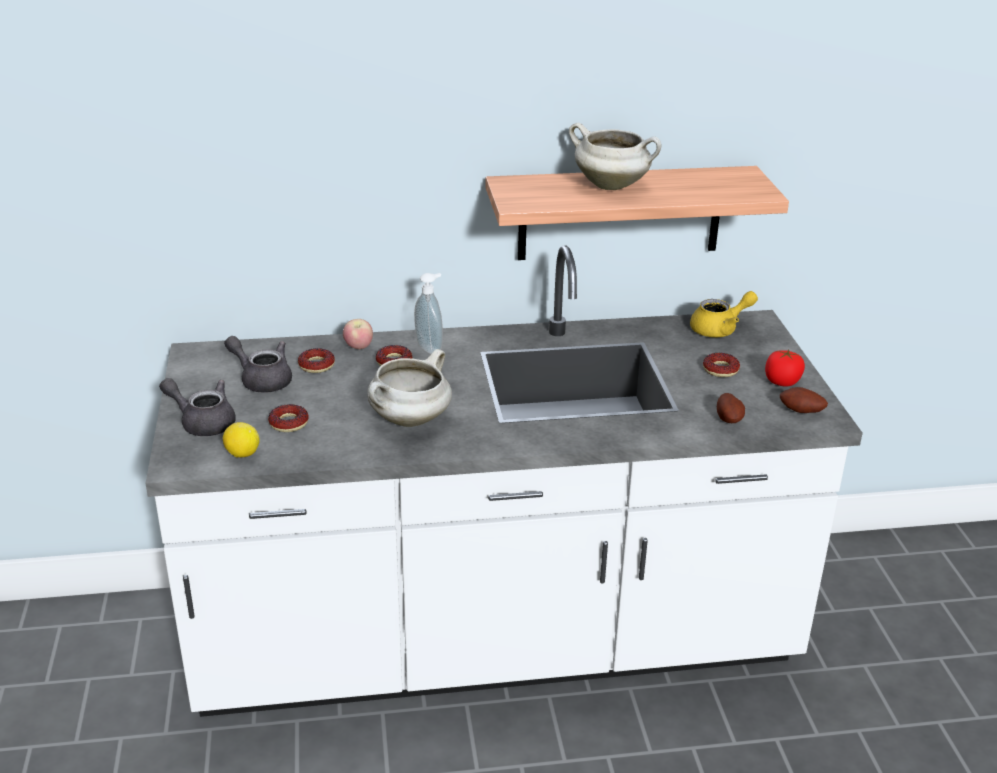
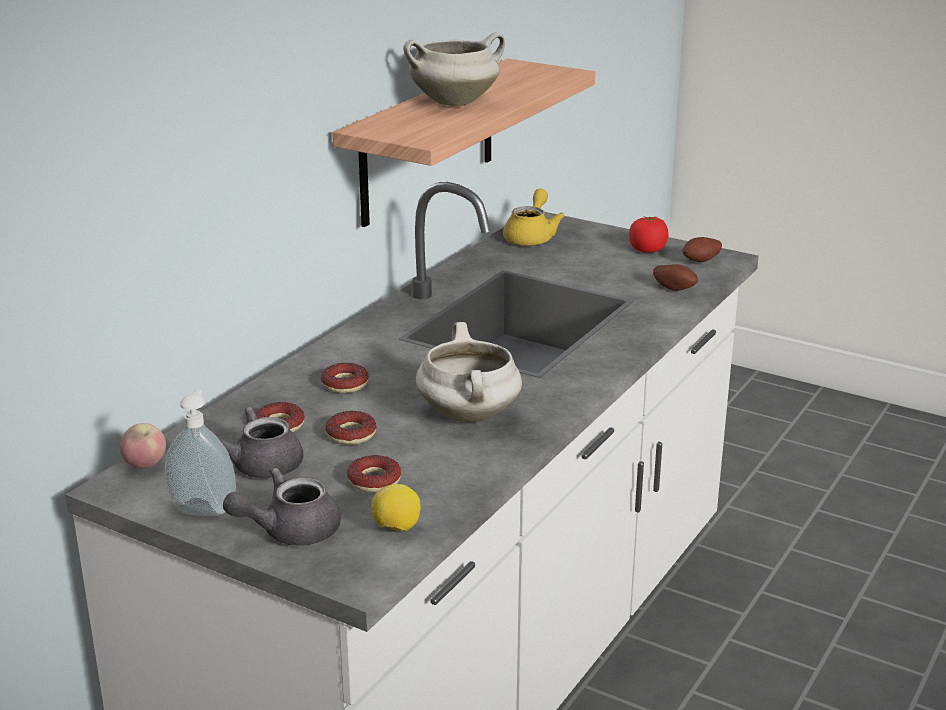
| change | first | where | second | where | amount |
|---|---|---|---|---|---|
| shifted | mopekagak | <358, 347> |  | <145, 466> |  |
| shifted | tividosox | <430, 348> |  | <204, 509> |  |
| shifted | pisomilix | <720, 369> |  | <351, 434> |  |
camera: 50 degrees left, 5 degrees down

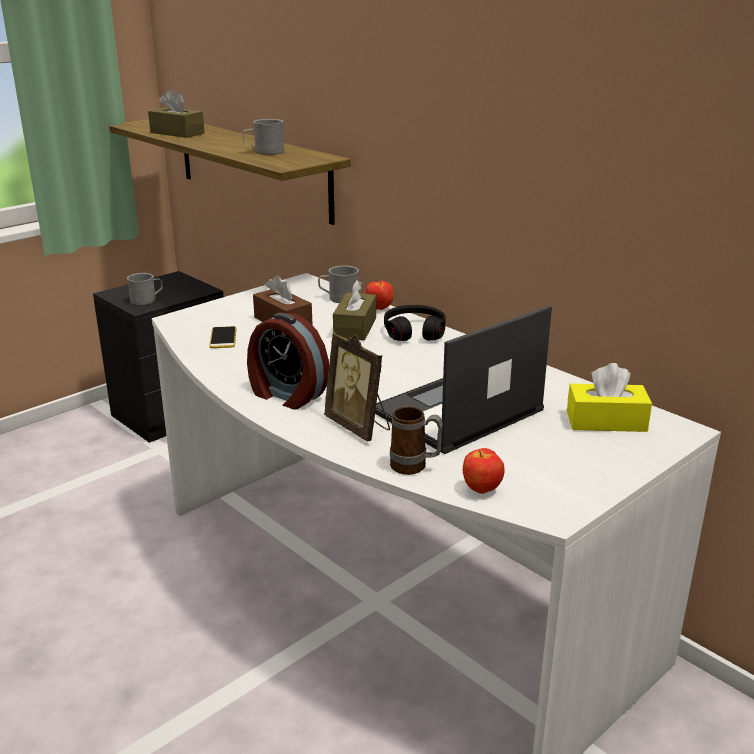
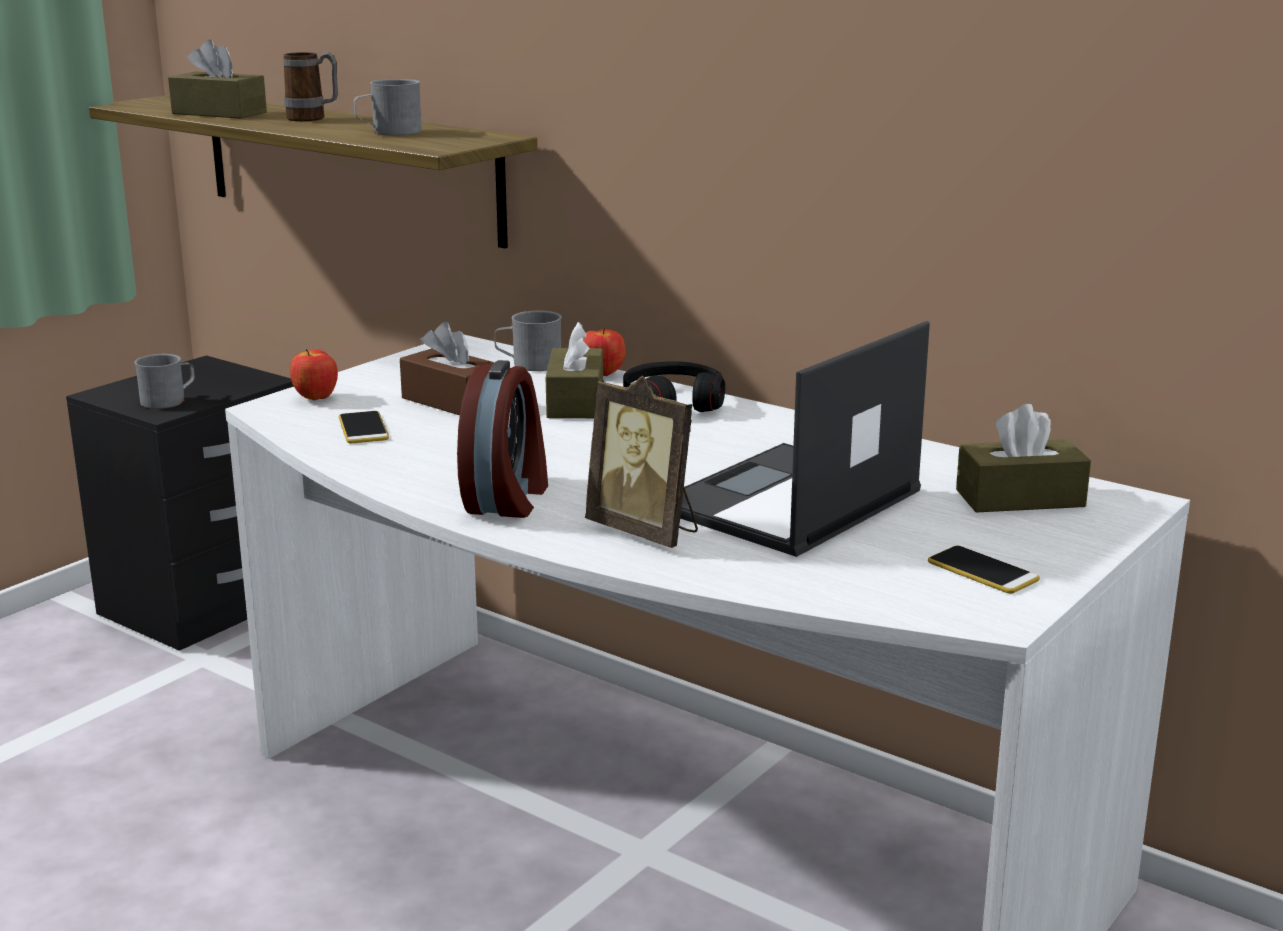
| change | first | where | second | where | amount |
|---|---|---|---|---|---|
| rotated | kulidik | <286, 395> |  | <508, 498> | 105 degrees counterclockwise |
| shifted | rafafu | <415, 467> |  | <313, 119> |  |
| shifted | mopekagak | <482, 490> |  | <316, 398> |  |
| repainted | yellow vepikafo | <606, 421> | brown vepikafo | <1020, 498> |  |
| new |  |  | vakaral | <982, 571> |  |
camera: 10 degrees left, 5 degrees down

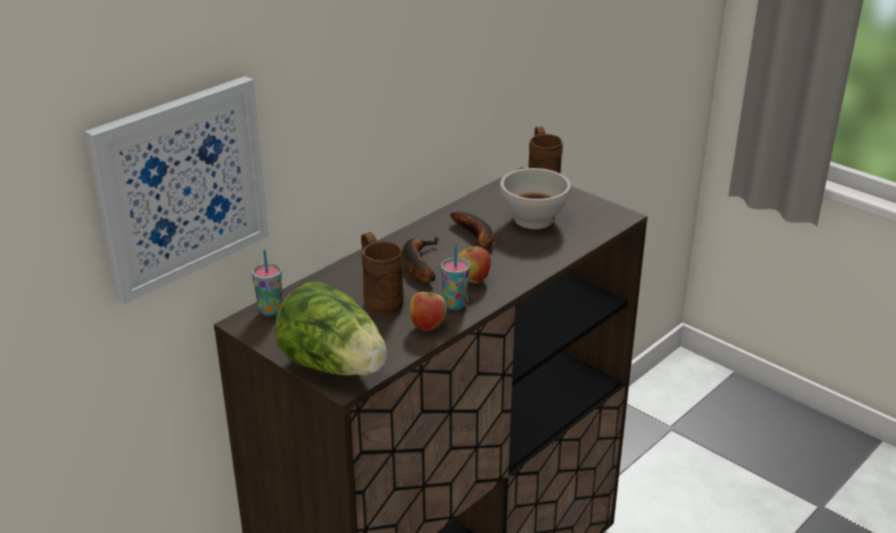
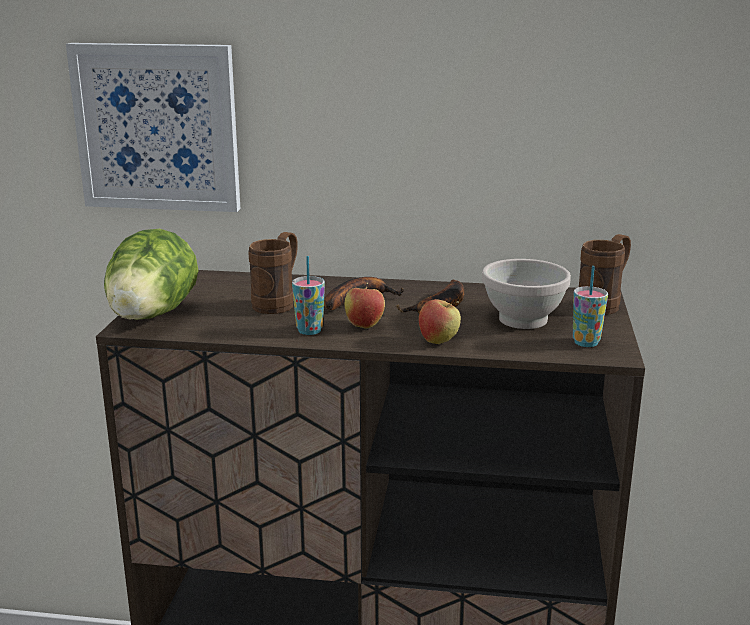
| change | first | where | second | where | amount |
|---|---|---|---|---|---|
| shifted | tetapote | <270, 310> |  | <586, 343> |  |
| shifted | mopekagak | <428, 326> |  | <439, 341> |  |
camera: 55 degrees right, 10 degrees down

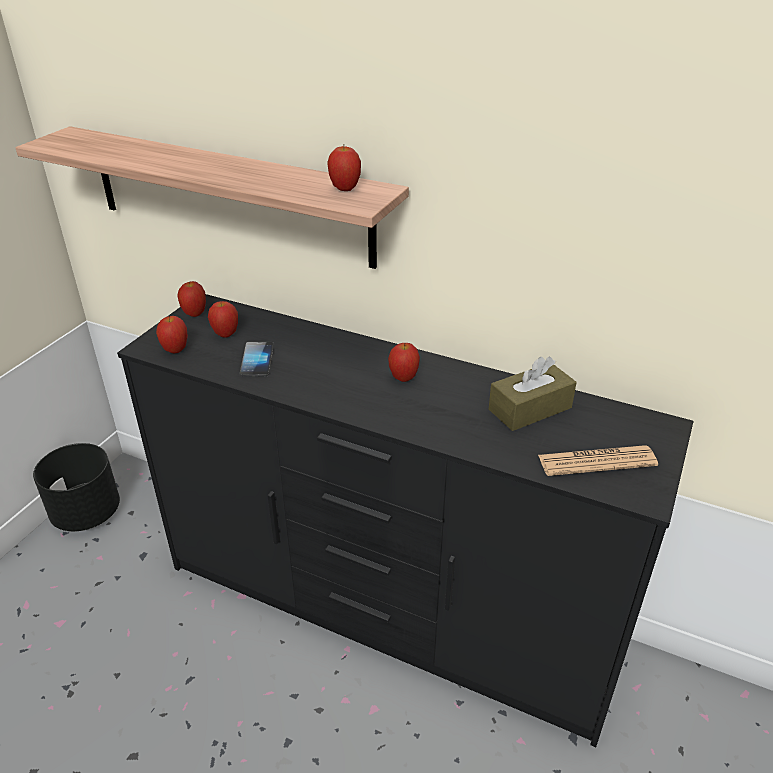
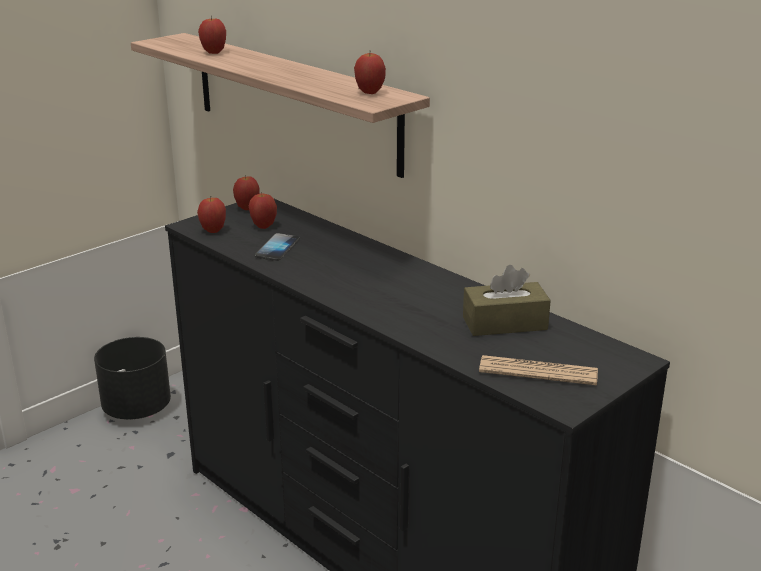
| change | first | where | second | where | amount |
|---|---|---|---|---|---|
| shifted | mopekagak | <403, 378> |  | <214, 52> |  |
camera: 20 degrees right, 10 degrees down

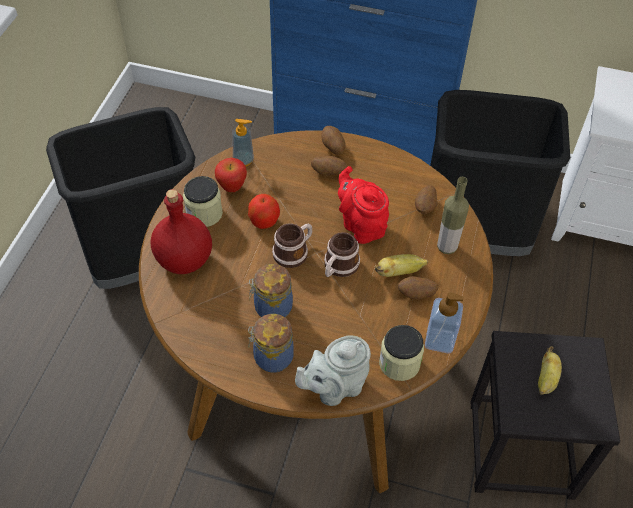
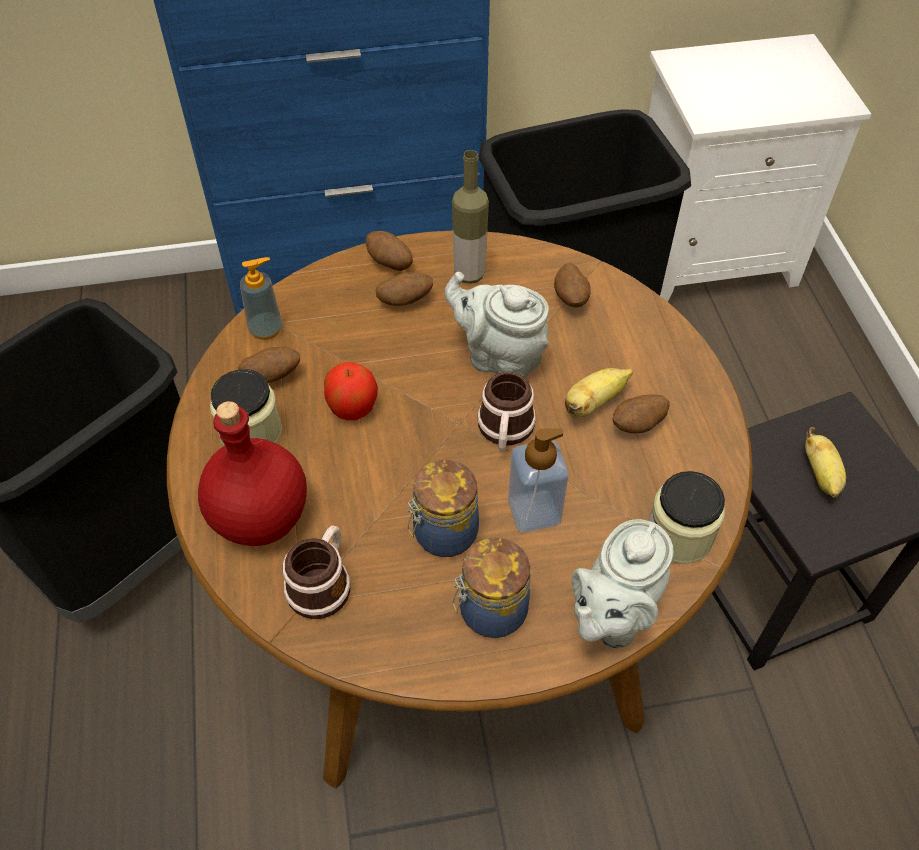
| change | first | where | second | where | amount |
|---|---|---|---|---|---|
| swapped | mopekagak | <232, 188> | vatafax | <272, 376> |  |
| shifted | rafafu | <294, 252> |  | <323, 582> |  |
| repainted | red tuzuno | <361, 225> | grey tuzuno | <499, 358> |  |
| shifted | tividosox | <439, 340> |  | <534, 511> |  |
| shifted | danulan | <447, 247> |  | <469, 274> |  |
camera: 25 degrees left, 0 degrees up

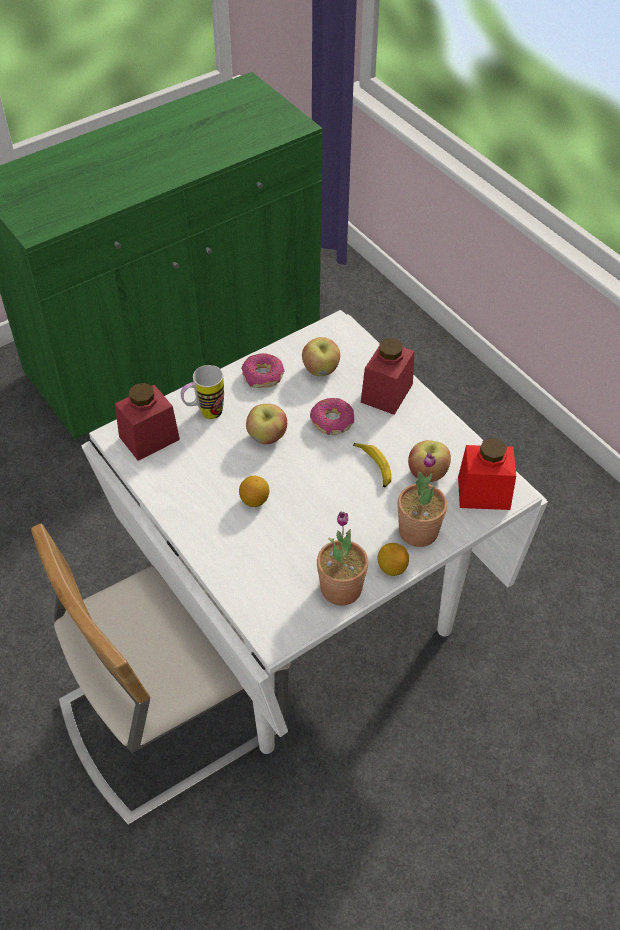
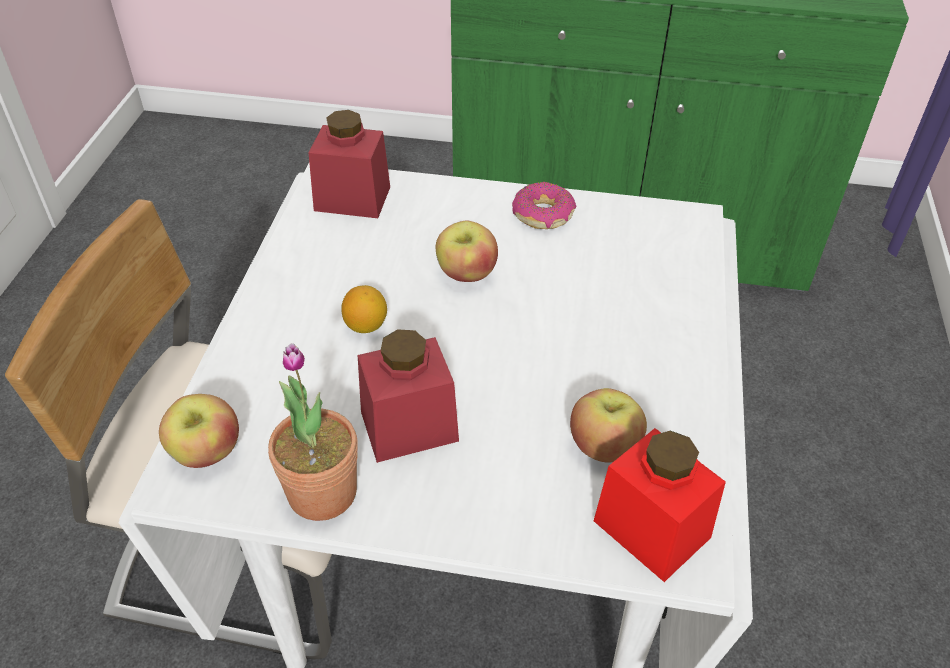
| change | first | where | second | where | amount |
|---|---|---|---|---|---|
| gone | rafafu | <204, 414> |  |  |  |
| shifted | mopekagak | <321, 370> |  | <207, 453> |  |
| gone | pisomilix | <332, 422> |  |  |  |
| gone | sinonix | <373, 467> |  |  |  |
| shifted | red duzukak | <386, 393> |  | <409, 426> |  |
| gone | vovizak | <392, 568> |  |  |  |
| gone | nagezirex | <418, 531> |  |  |  |
camera: 45 degrees right, 5 degrees down

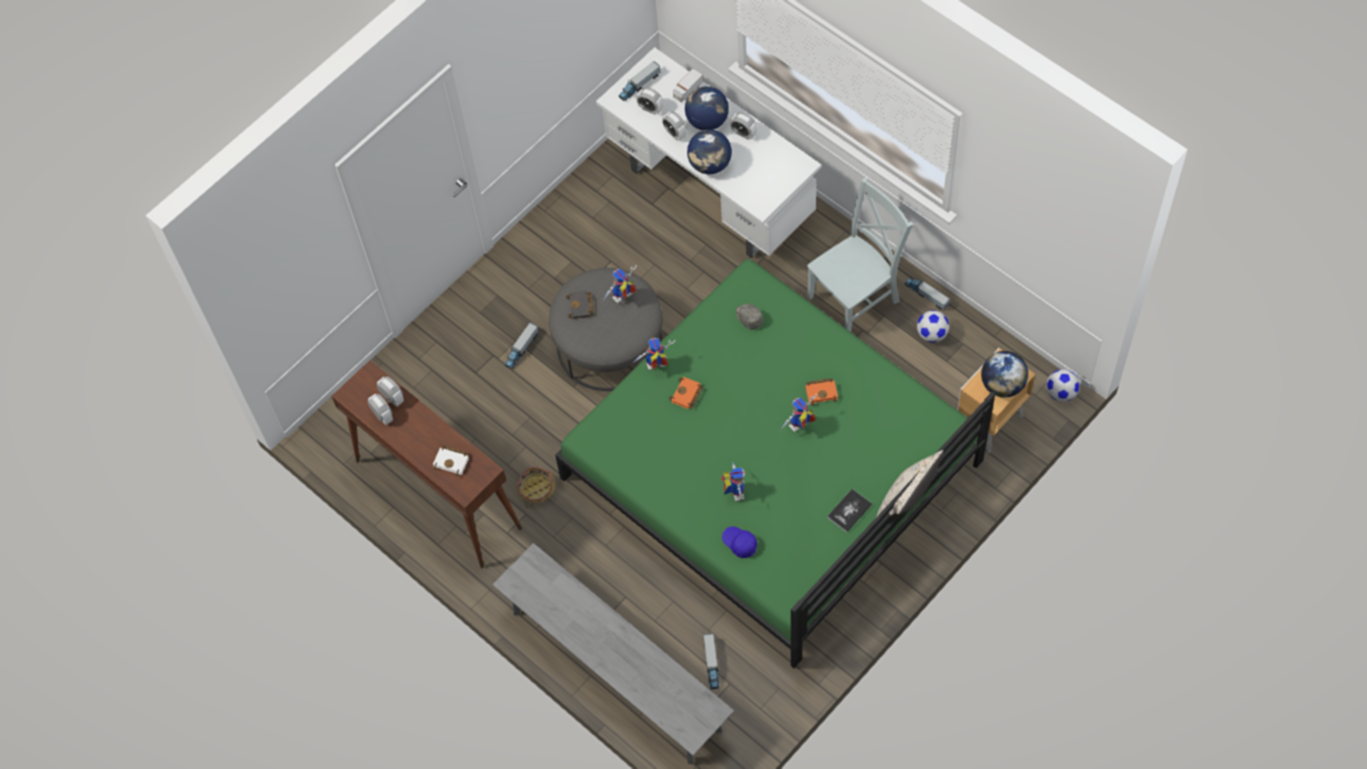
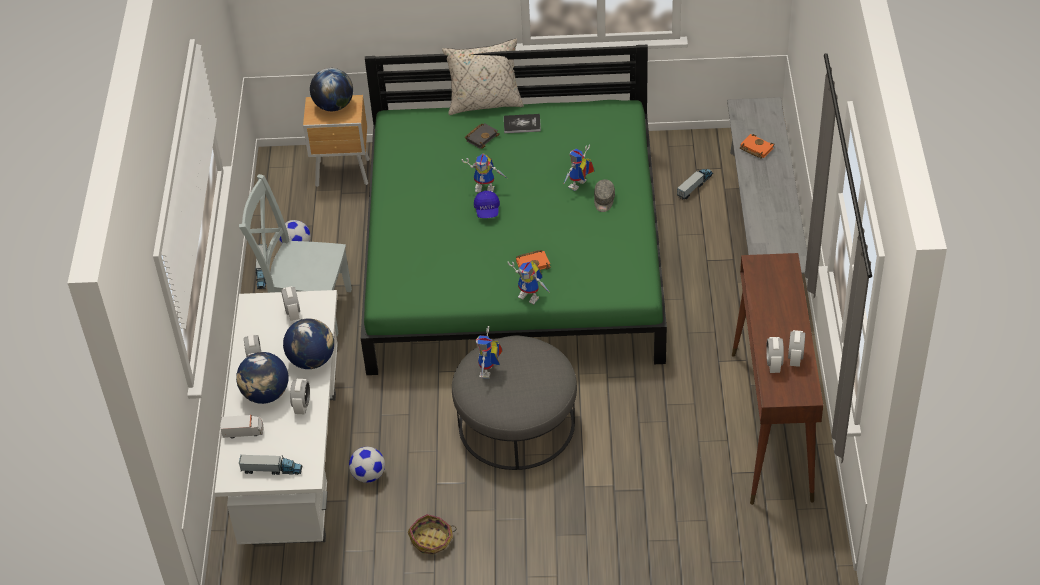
| change | first | where | second | where | amount |
|---|---|---|---|---|---|
| gone | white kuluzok | <452, 461> |  |  |  |
| gone | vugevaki | <521, 349> |  |  |  |
| shifted | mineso | <536, 489> |  | <432, 540> |  |
| shifted | black kuluzok | <581, 307> |  | <482, 137> |  |
| rotated | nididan | <622, 299> |  | <489, 372> | 90 degrees clockwise |
| shifted | kulidik | <650, 109> |  | <293, 313> |  |
| shifted | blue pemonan | <739, 543> |  | <487, 210> |  |
| shifted | grey pemonan | <748, 318> |  | <604, 200> |  |
| shifted | orange kuluzok | <822, 392> |  | <755, 148> |  |
| shifted | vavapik | <1061, 393> |  | <369, 475> |  |
camera: 135 degrees left, 15 degrees down

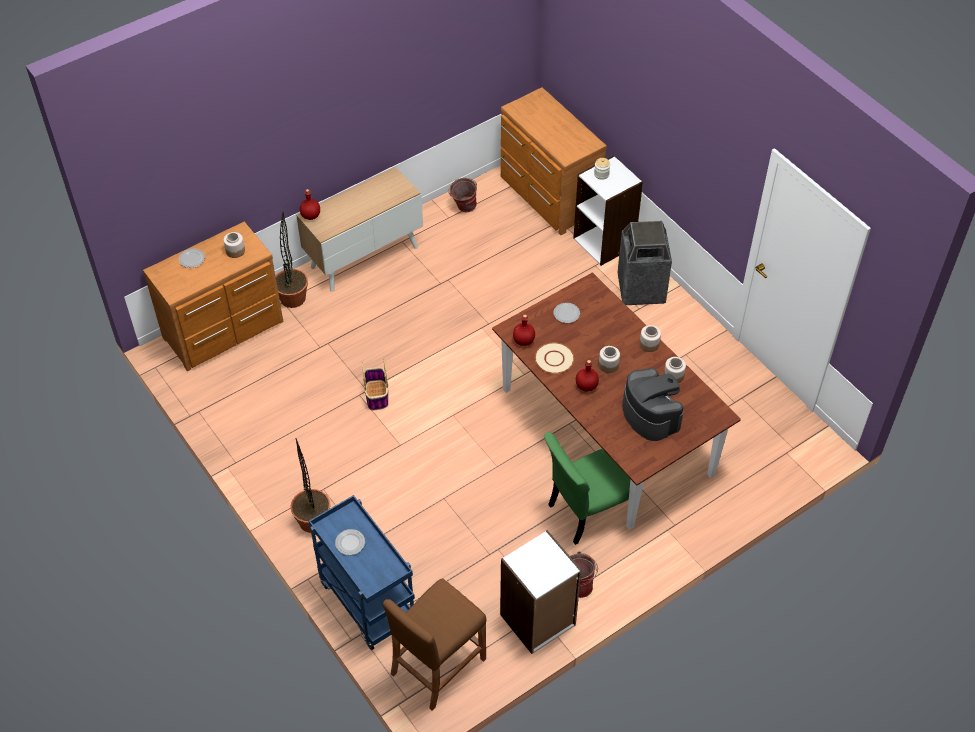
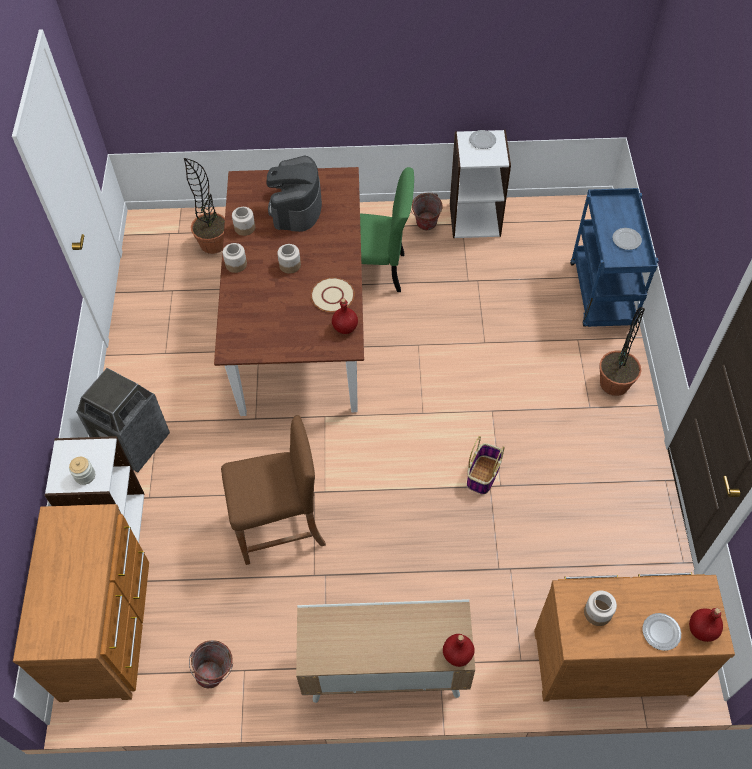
| change | first | where | second | where | amount |
|---|---|---|---|---|---|
| shifted | nagezirex | <293, 298> |  | <213, 243> |  |
| shifted | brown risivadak | <437, 666> |  | <280, 527> |  |
| shifted | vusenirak | <566, 313> |  | <482, 141> |  |
| shifted | red danulan | <586, 386> |  | <702, 629> |  |
camera: 145 degrees left, 5 degrees up

